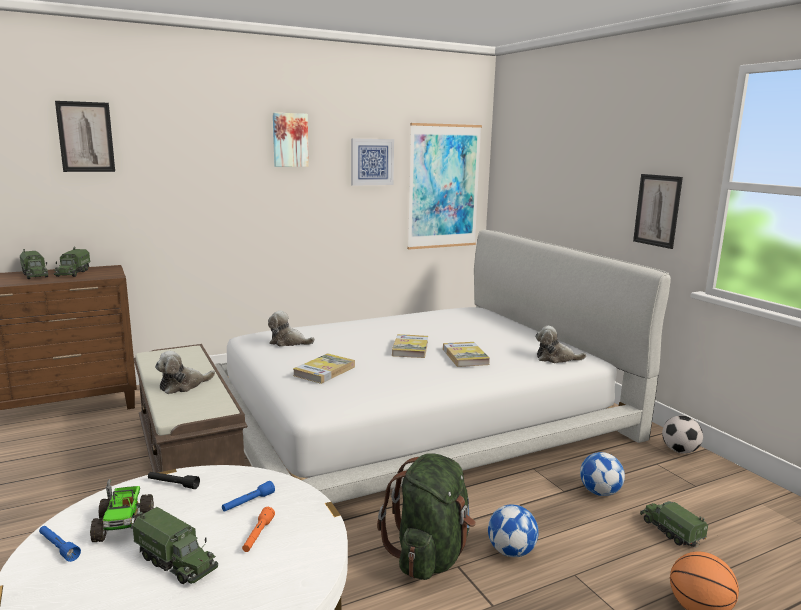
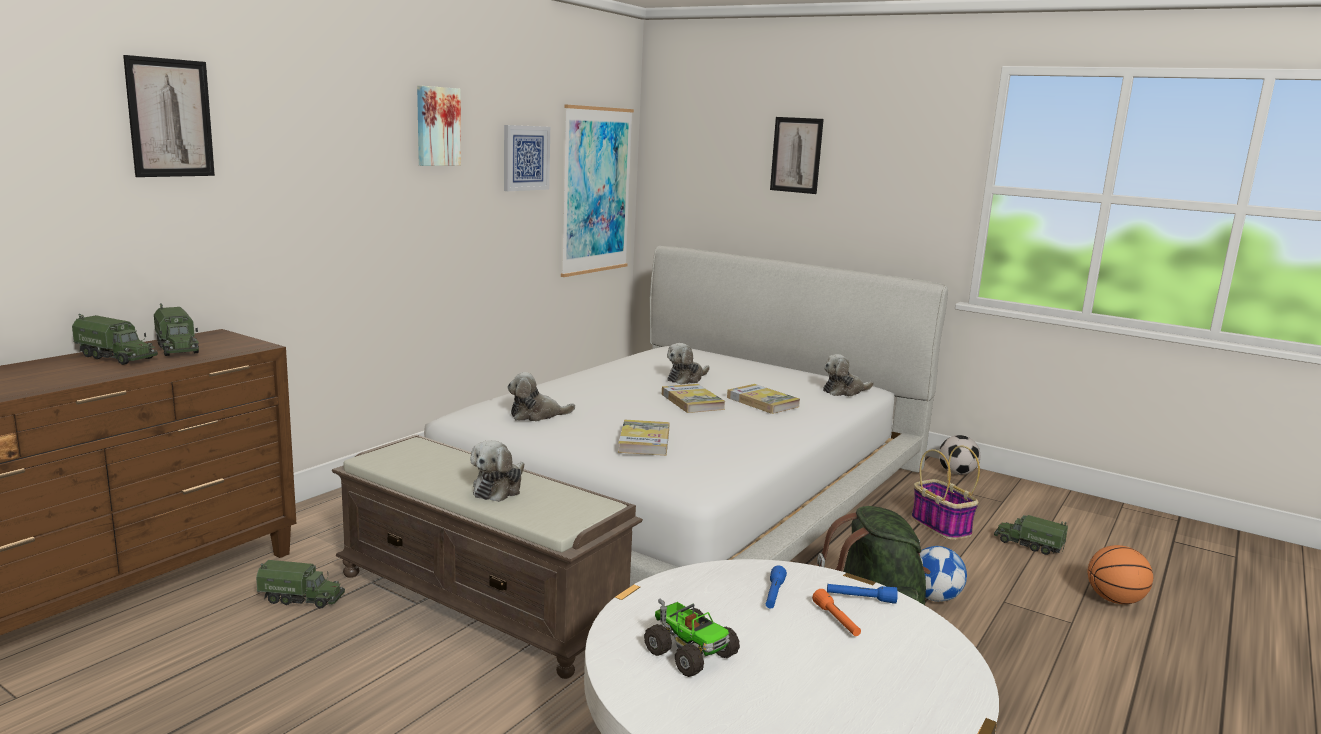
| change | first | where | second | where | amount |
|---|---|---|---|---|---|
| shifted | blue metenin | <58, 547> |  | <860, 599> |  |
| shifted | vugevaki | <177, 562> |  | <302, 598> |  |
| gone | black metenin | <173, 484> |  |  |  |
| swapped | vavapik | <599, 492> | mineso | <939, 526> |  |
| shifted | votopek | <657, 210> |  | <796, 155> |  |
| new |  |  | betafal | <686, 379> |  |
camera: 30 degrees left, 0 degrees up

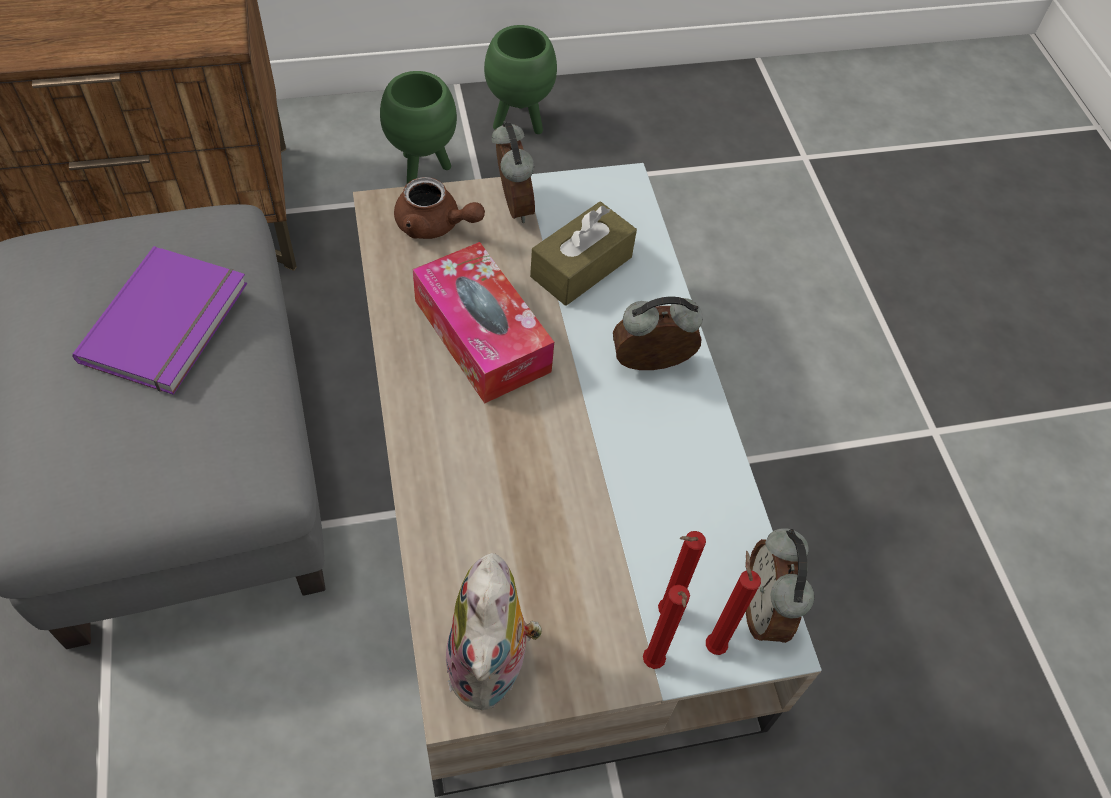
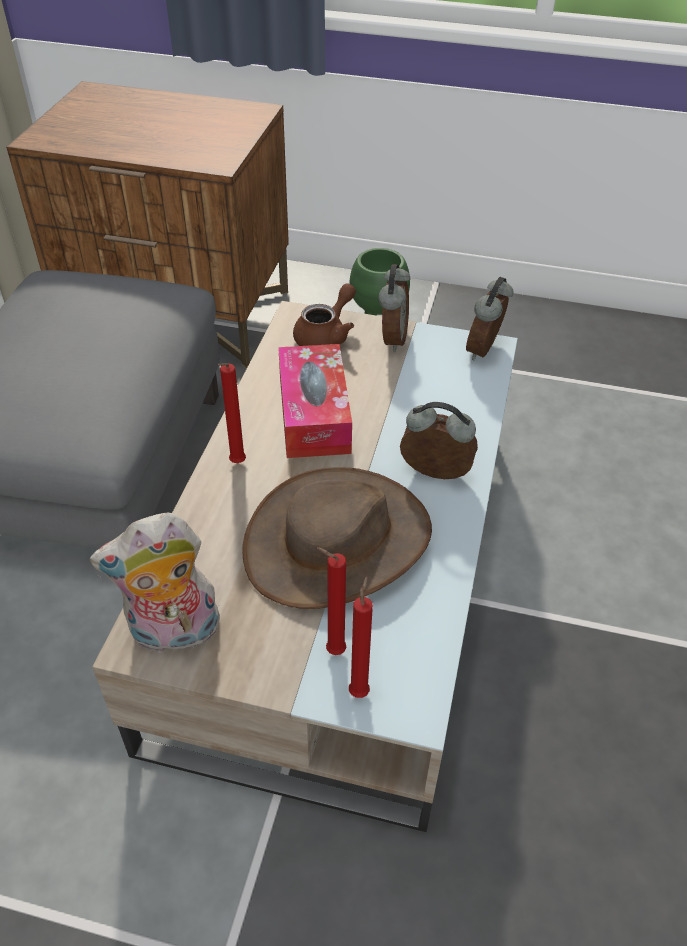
| change | first | where | second | where | amount |
|---|---|---|---|---|---|
| gone | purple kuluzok | <170, 323> |  |  |  |
| rotated | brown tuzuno | <435, 225> |  | <326, 335> | 105 degrees counterclockwise |
| rotated | betafal | <491, 666> |  | <173, 634> | 45 degrees clockwise |
| gone | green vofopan | <518, 123> |  |  |  |
| gone | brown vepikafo | <581, 267> |  |  |  |
| shifted | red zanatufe | <652, 665> |  | <236, 464> |  |
| shifted | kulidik | <765, 610> |  | <485, 350> |  |
| new |  |  | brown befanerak | <338, 541> |  |
camera: 30 degrees right, 10 degrees down

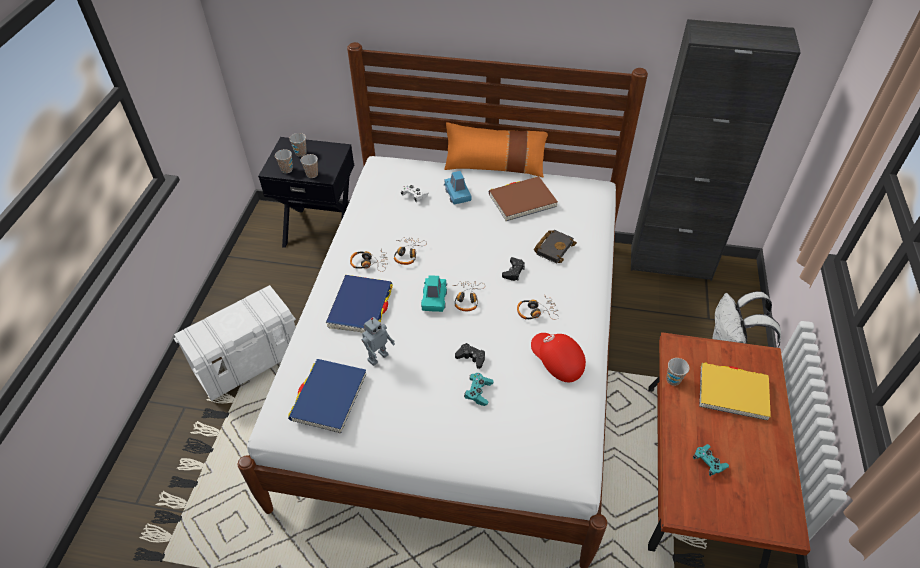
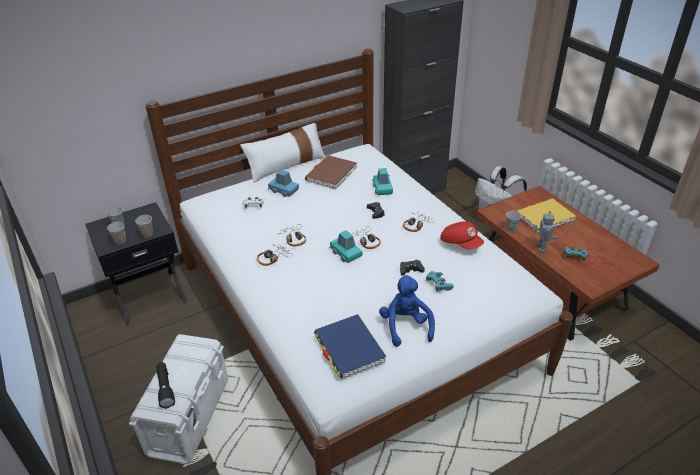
| change | first | where | second | where | amount |
|---|---|---|---|---|---|
| gone | blue kuluzok | <360, 307> |  |  |  |
| shifted | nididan | <377, 357> |  | <540, 248> |  |
| repainted | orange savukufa | <495, 166> | white savukufa | <286, 166> |  |
| rotated | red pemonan | <557, 362> |  | <461, 243> | 135 degrees counterclockwise |
| swapped | black kuluzok | <553, 247> | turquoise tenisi | <382, 188> |  |
| new |  |  | black metenin | <165, 387> |  |
| new |  |  | blue betafal | <405, 326> |  |
camera: 40 degrees left, 10 degrees down

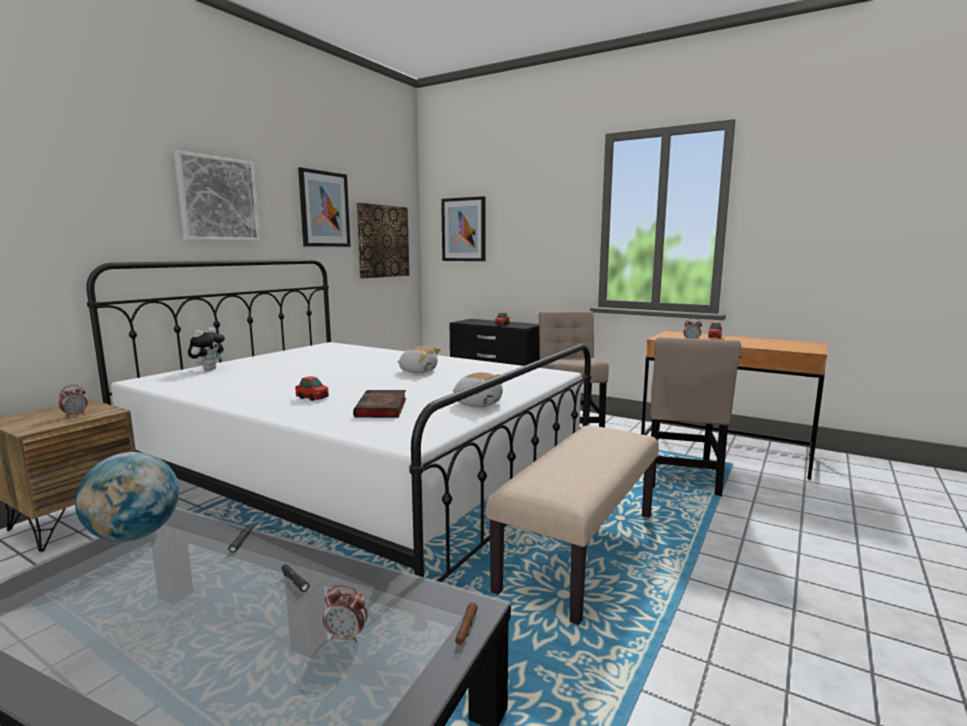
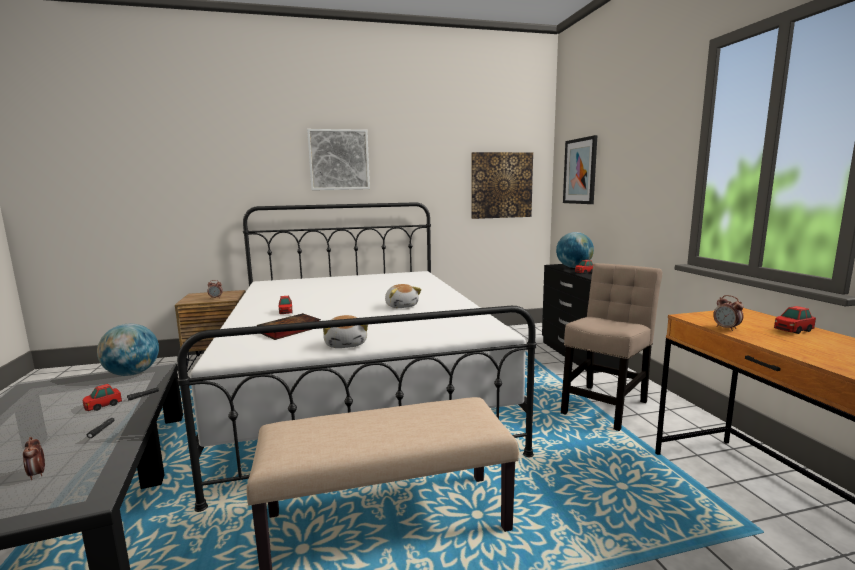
| change | first | where | second | where | amount |
|---|---|---|---|---|---|
| gone | betafal | <209, 369> |  |  |  |
| gone | votopek | <324, 209> |  |  |  |
| gone | brown metenin | <466, 628> |  |  |  |
| gone | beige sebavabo | <681, 477> |  |  |  |
| new |  |  | tenisi | <103, 406> |  |
| new |  |  | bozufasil | <574, 267> |  |
camera: 45 degrees right, 0 degrees up

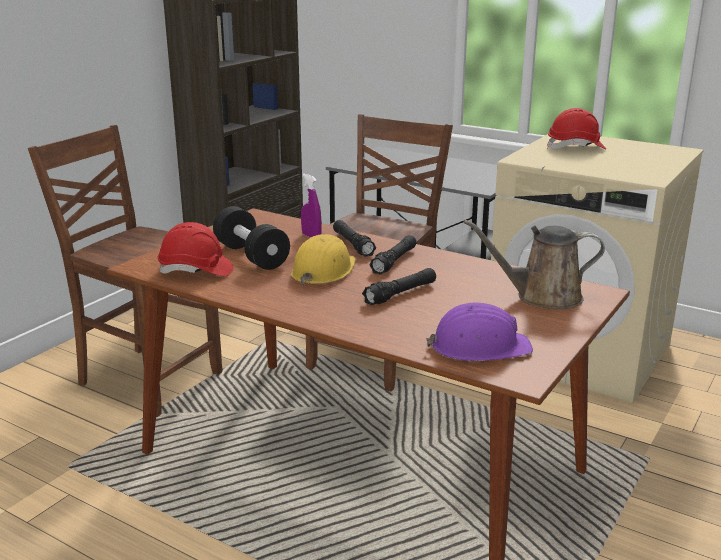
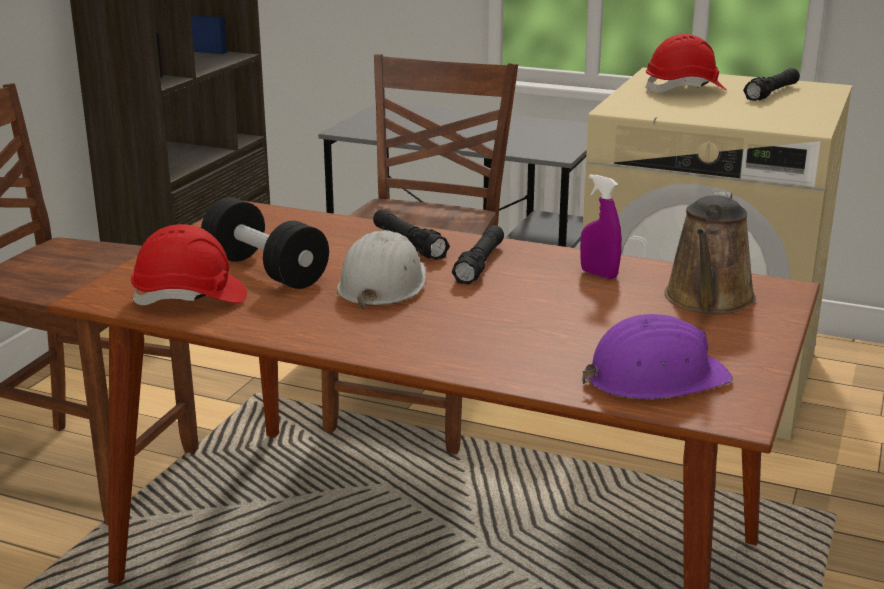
| change | first | where | second | where | amount |
|---|---|---|---|---|---|
| repainted | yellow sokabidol | <323, 271> | white sokabidol | <382, 285> |  |
| shifted | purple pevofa | <311, 236> |  | <599, 274> |  |
| shifted | black metenin | <400, 294> |  | <772, 93> |  |
| rotated | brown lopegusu | <542, 297> |  | <708, 300> | 60 degrees counterclockwise |
camera: 10 degrees left, 0 degrees up

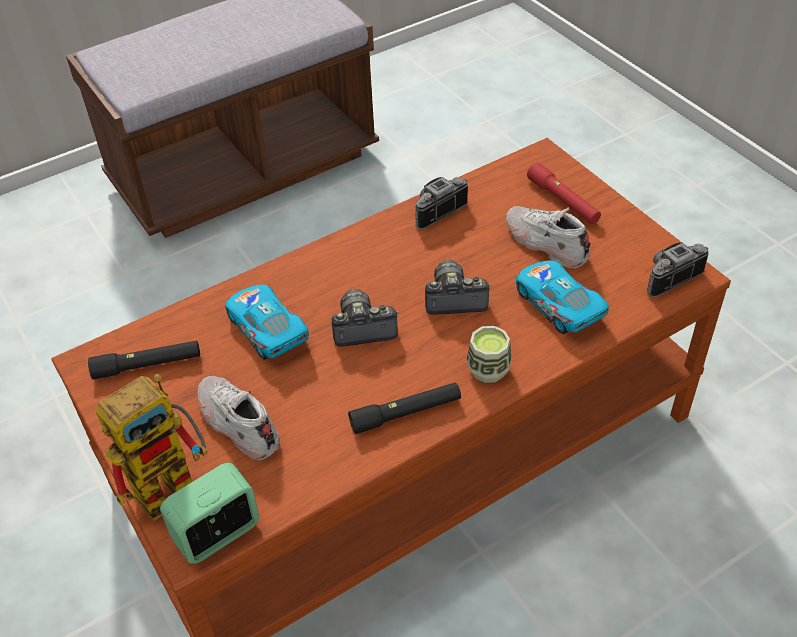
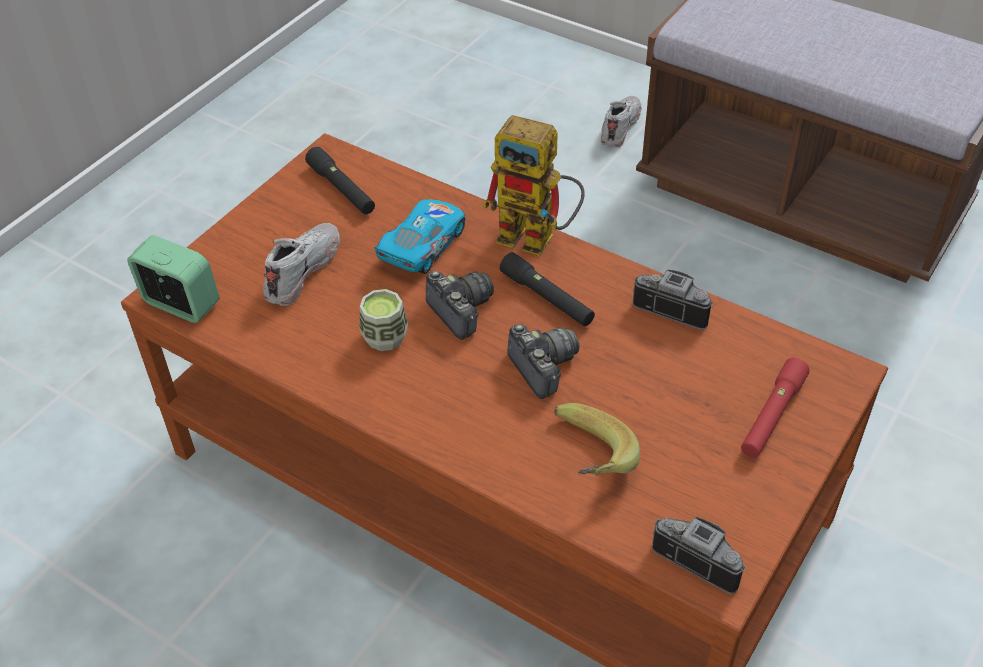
| change | first | where | second | where | amount |
|---|---|---|---|---|---|
| shifted | nididan | <174, 481> |  | <538, 238> |  |
| shifted | black metenin | <406, 413> |  | <547, 298> |  |
| shifted | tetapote | <488, 370> |  | <385, 337> |  |
| shifted | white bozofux | <544, 243> |  | <620, 126> |  |
| swapped | tenisi | <558, 305> | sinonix | <585, 461> |  |
camera: 65 degrees right, 0 degrees up

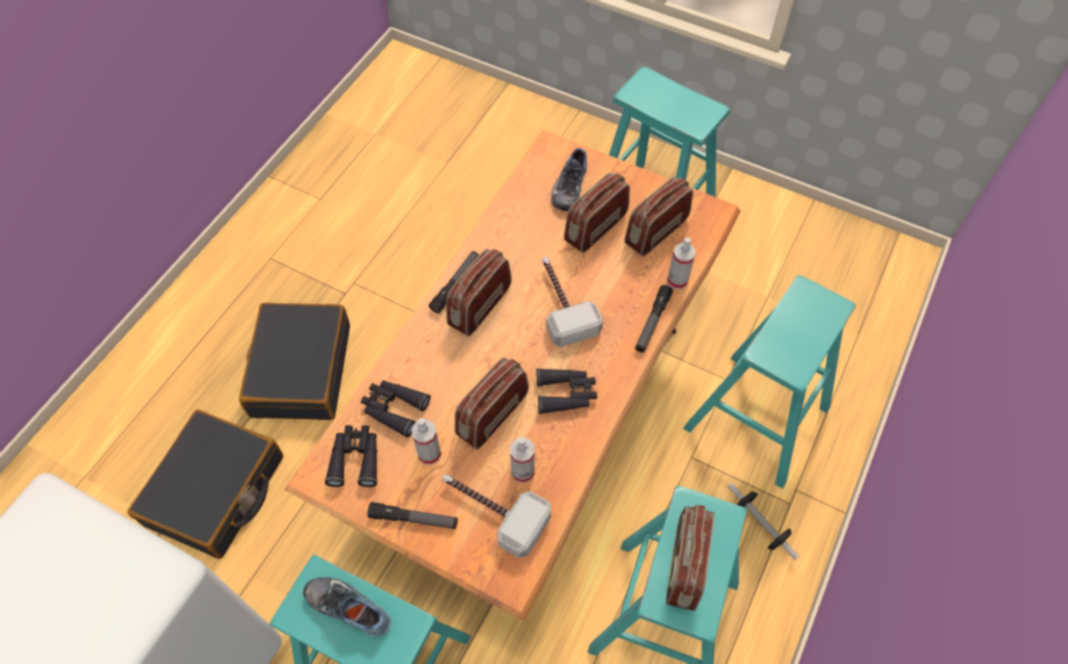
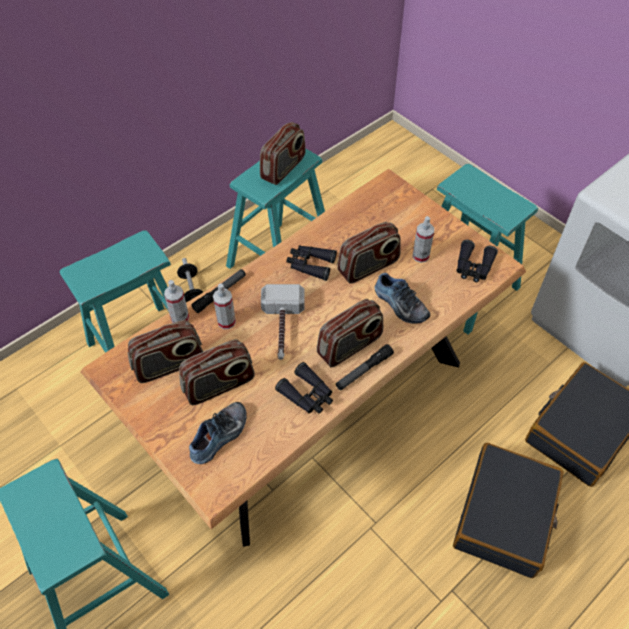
| change | first | where | second | where | amount |
|---|---|---|---|---|---|
| shifted | bozofux | <350, 606> |  | <399, 305> |  |
| shifted | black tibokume | <394, 408> |  | <307, 395> |  |
| gone | metenin | <413, 519> |  |  |  |
| gone | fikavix | <491, 509> |  |  |  |
| shifted | pevofa | <522, 471> |  | <226, 322> |  |
camera: 160 degrees left, 5 degrees down

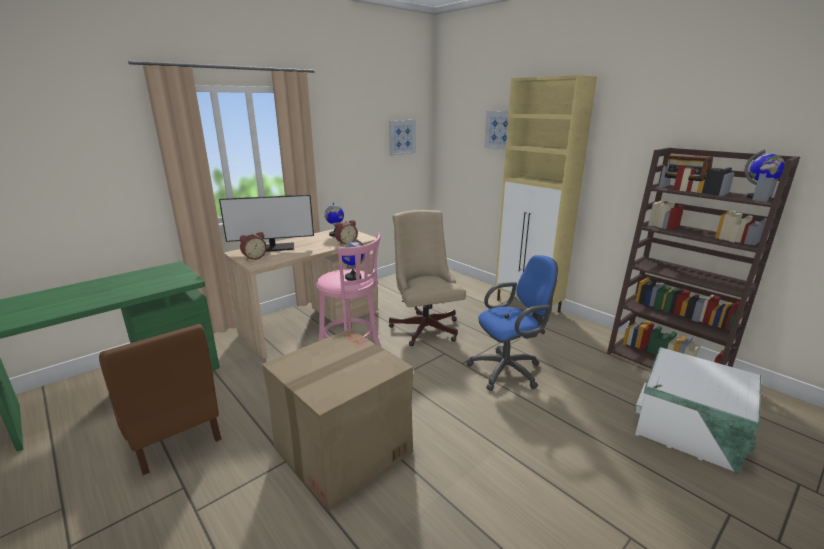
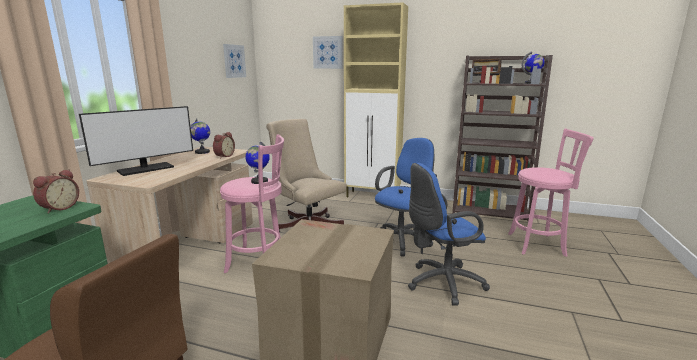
| change | first | where | second | where | amount |
|---|---|---|---|---|---|
| shifted | kulidik | <254, 257> |  | <59, 208> |  |
| swapped | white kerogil | <689, 433> | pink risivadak | <539, 244> |  |
| new |  |  | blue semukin | <441, 283> |  |
camera: 30 degrees left, 5 degrees down

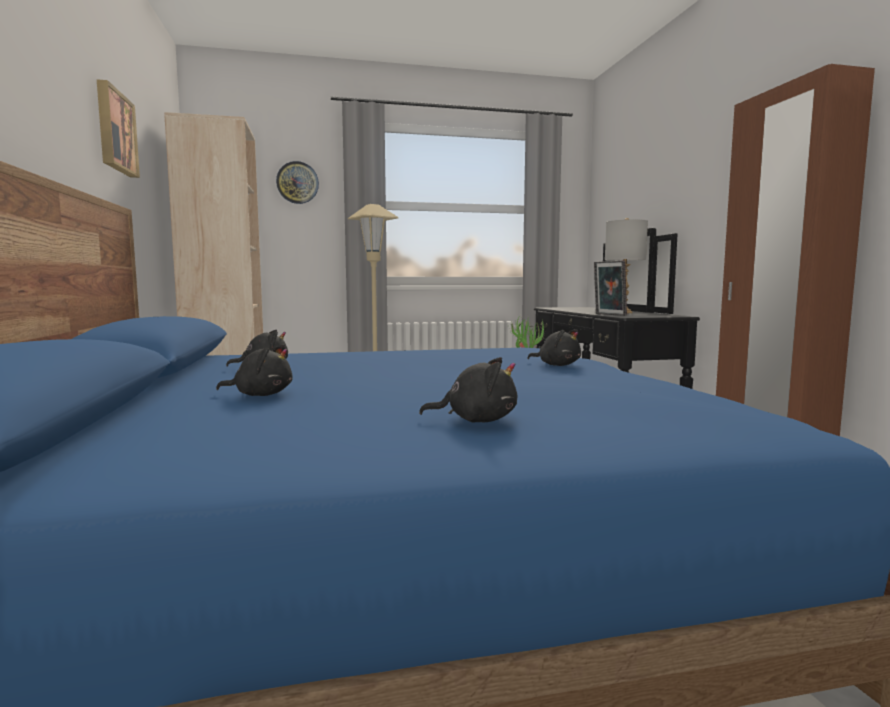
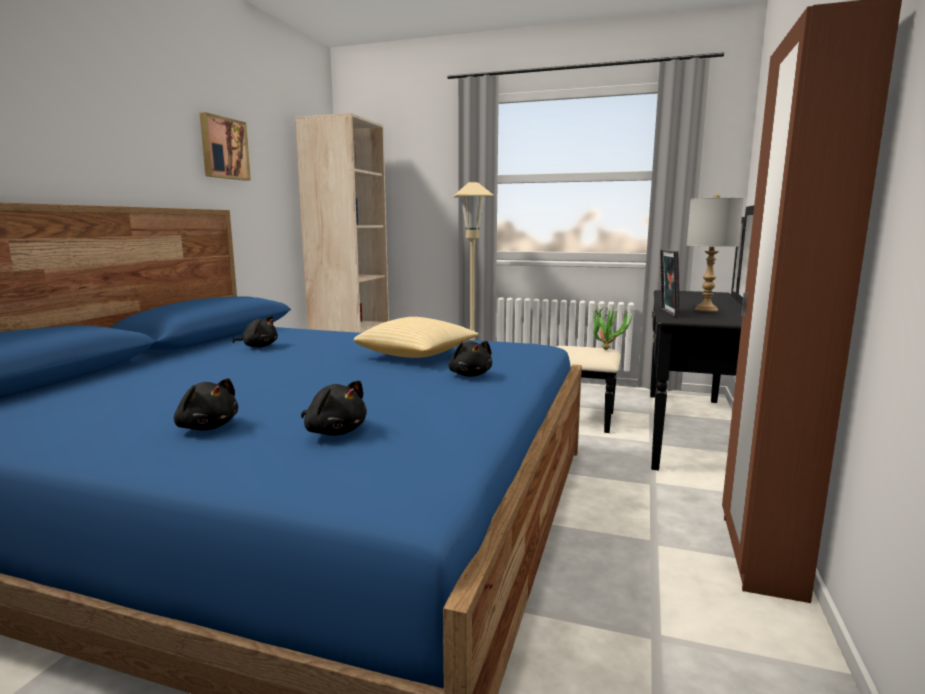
| change | first | where | second | where | amount |
|---|---|---|---|---|---|
| shifted | black betafal | <260, 395> |  | <334, 431> |  |
| gone | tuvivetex | <297, 182> |  |  |  |
| new |  |  | savukufa | <417, 355> |  |
camera: 30 degrees right, 5 degrees up

